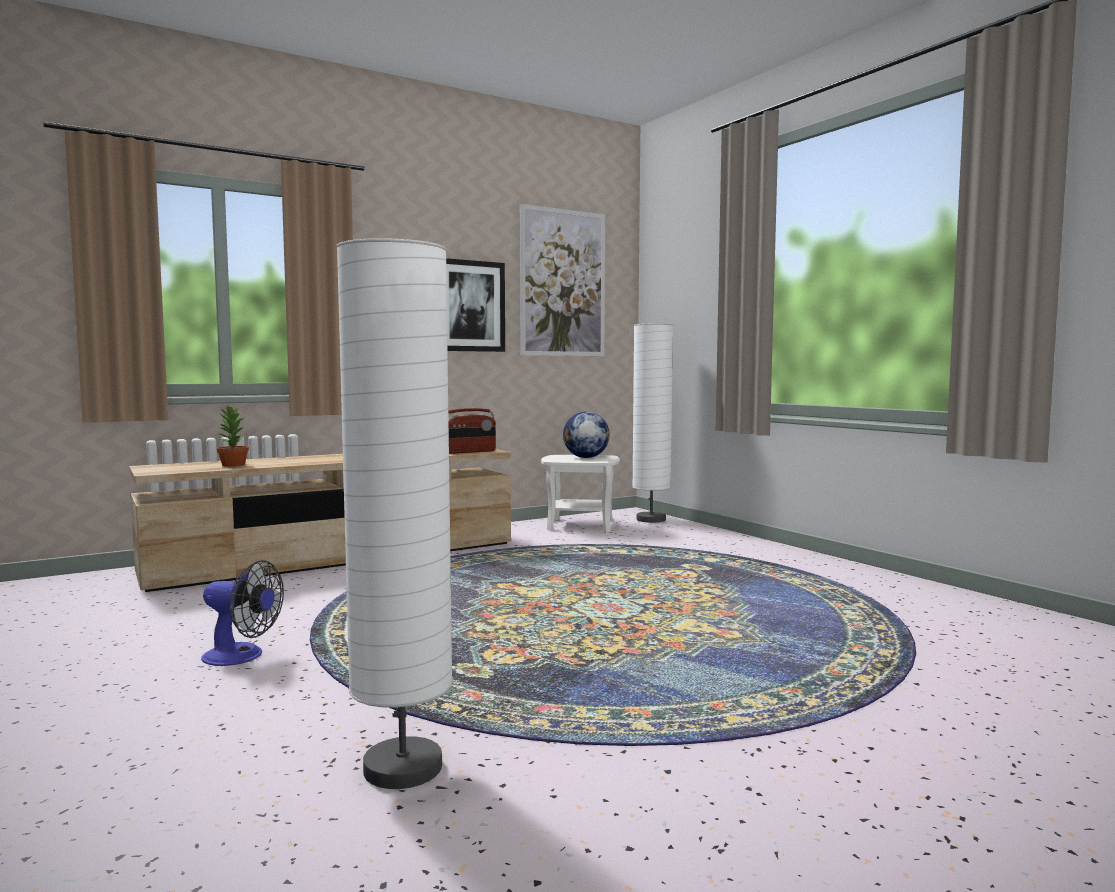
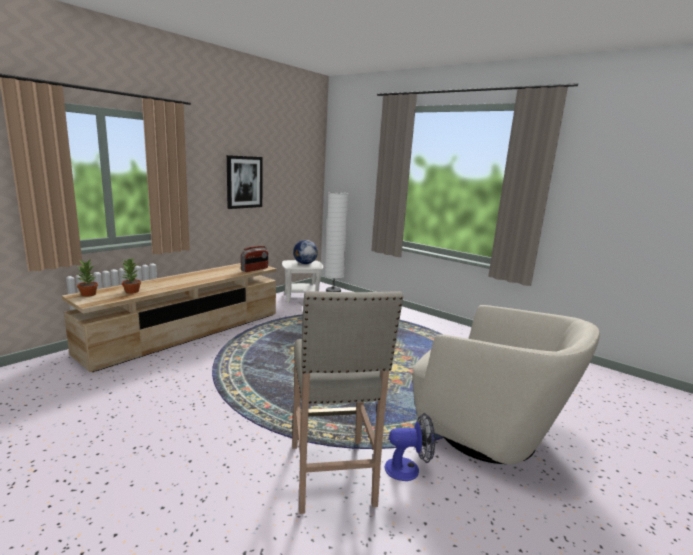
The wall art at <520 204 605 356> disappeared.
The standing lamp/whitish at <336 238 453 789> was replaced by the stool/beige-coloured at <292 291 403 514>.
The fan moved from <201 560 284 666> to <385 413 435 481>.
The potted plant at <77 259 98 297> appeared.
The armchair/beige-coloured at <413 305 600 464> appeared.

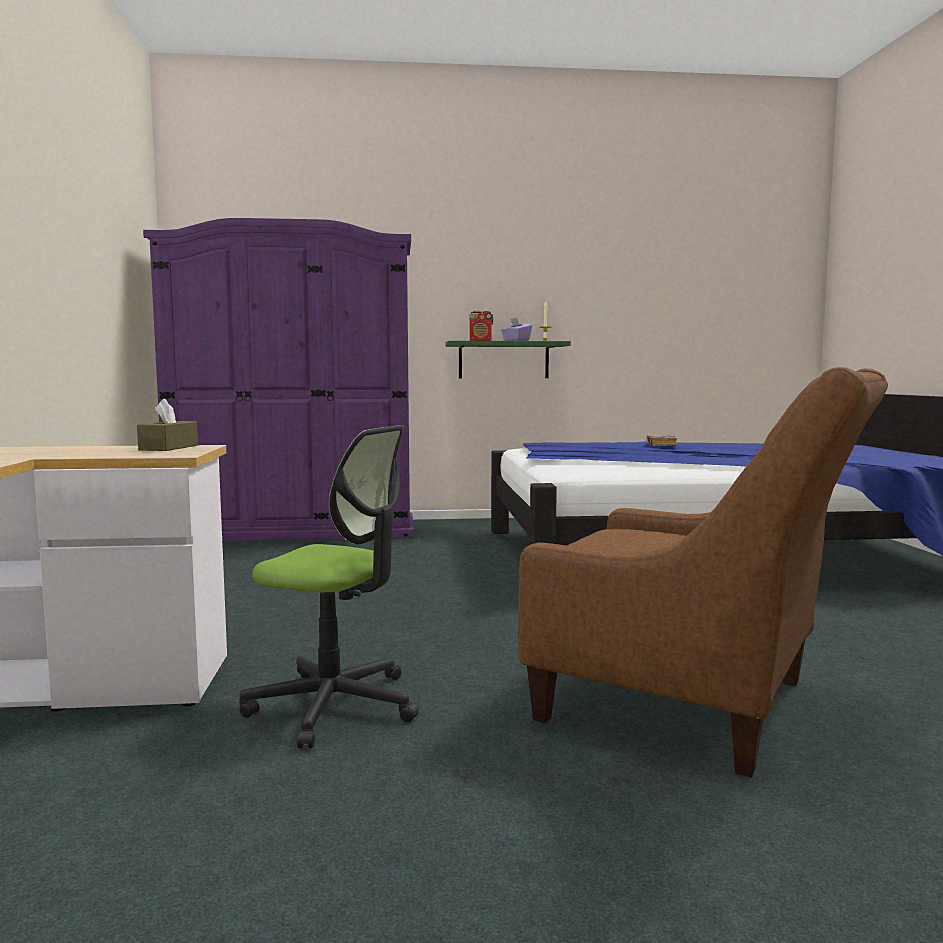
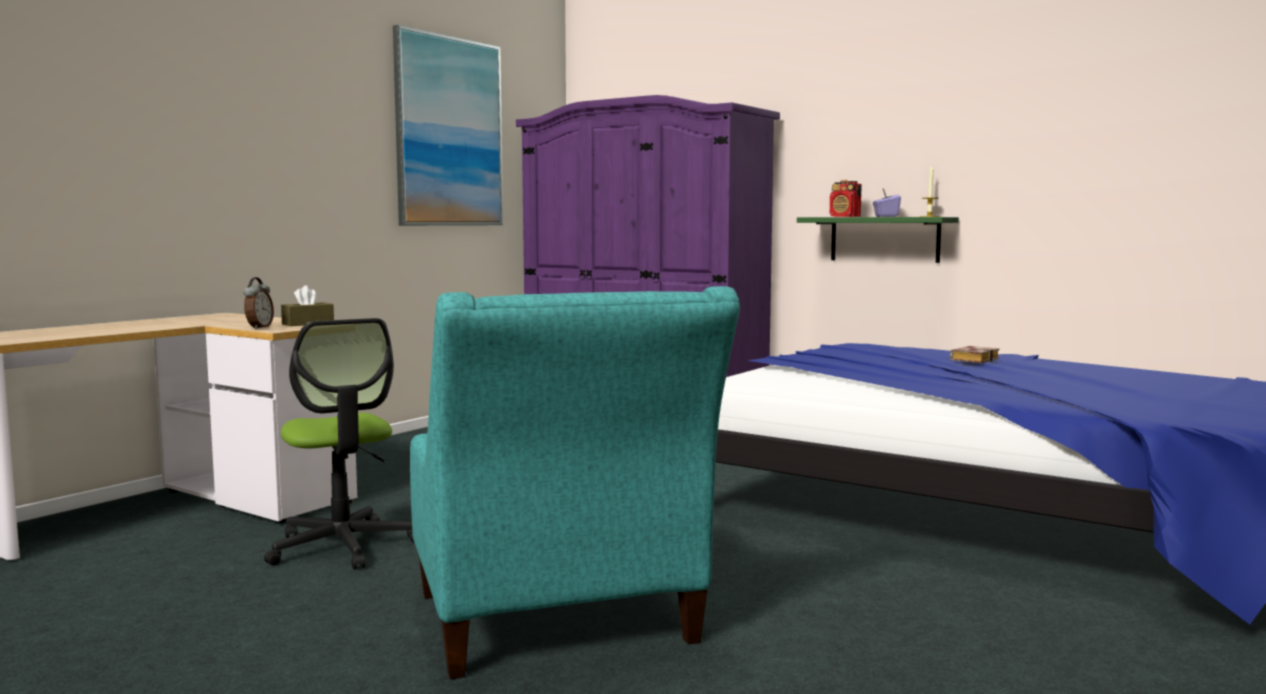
The armchair/brown at <518 367 888 777> became the armchair/turquoise-coloured at <410 286 740 679>.
The wall art at <393 25 503 226> appeared.
The table clock at <243 277 274 329> appeared.

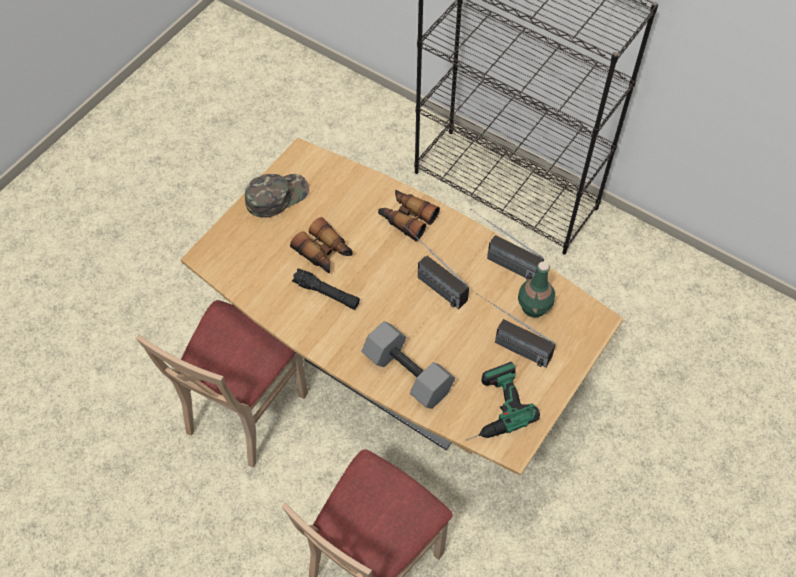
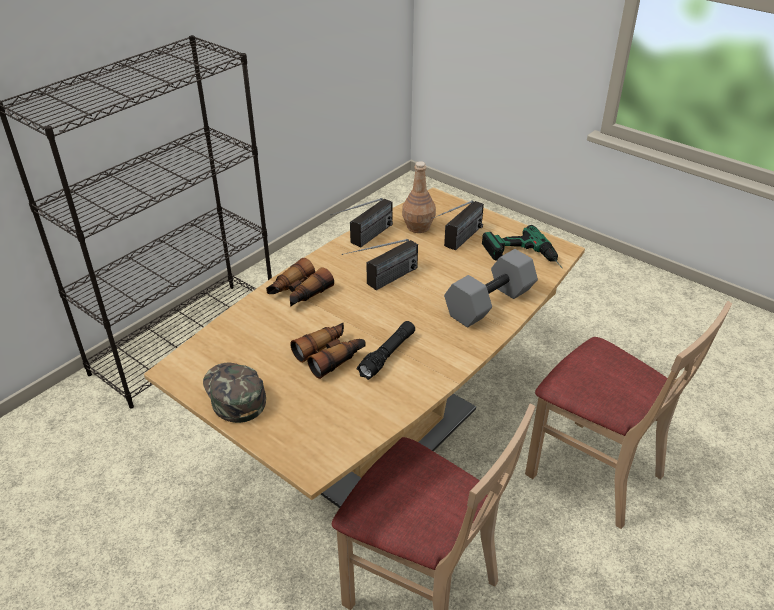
The beverage bottle/greenish at <518 261 555 318> became the beverage bottle/brown at <402 161 436 233>.

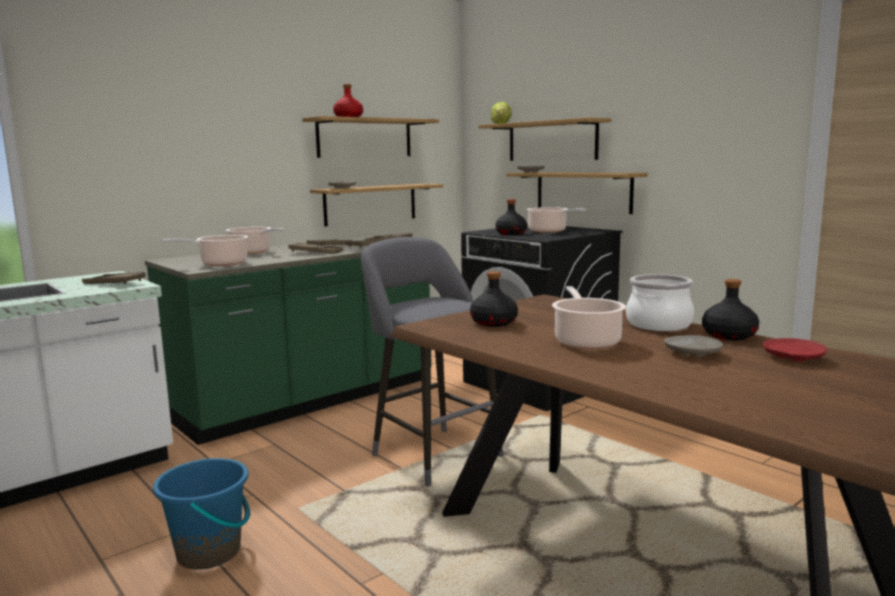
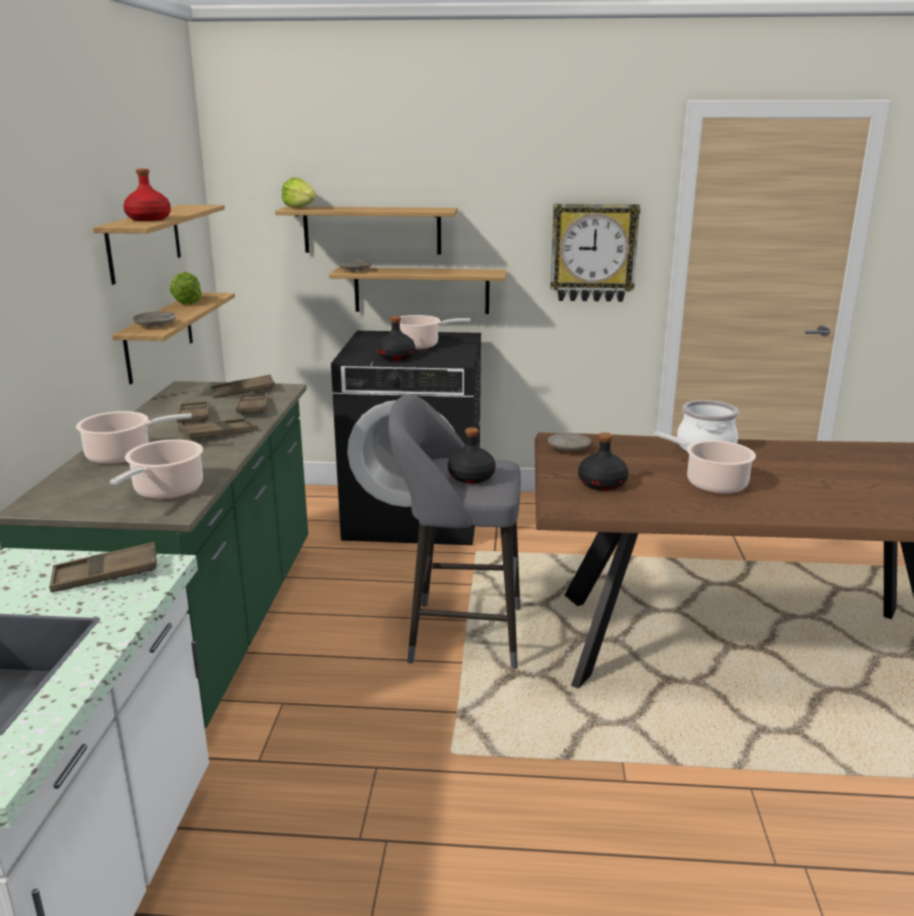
The beverage bottle/black-coloured moved from <702 279 759 340> to <448 427 496 484>.
The flat dish/beige-coloured moved from <664 335 723 357> to <548 433 591 452>.
The flat dish/red at <763 338 827 362> disappeared.
The bucket/blue at <153 458 250 570> disappeared.
The clock on the wall at <550 204 640 302> appeared.
The lettuce at <170 272 202 305> appeared.

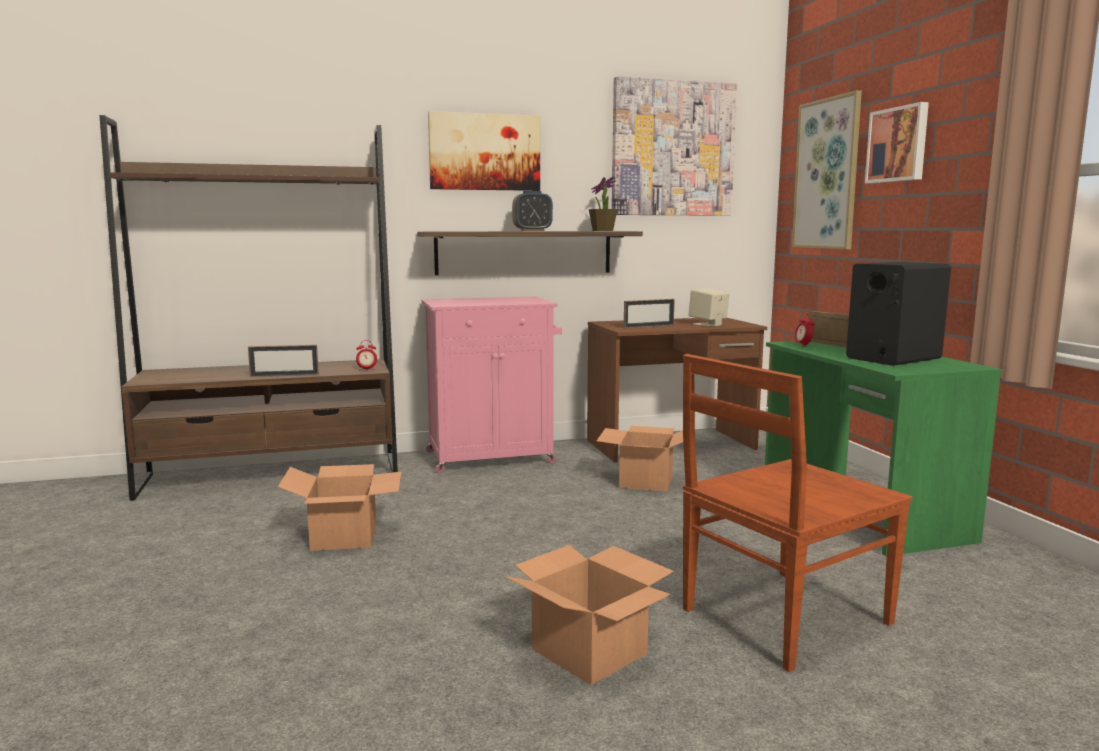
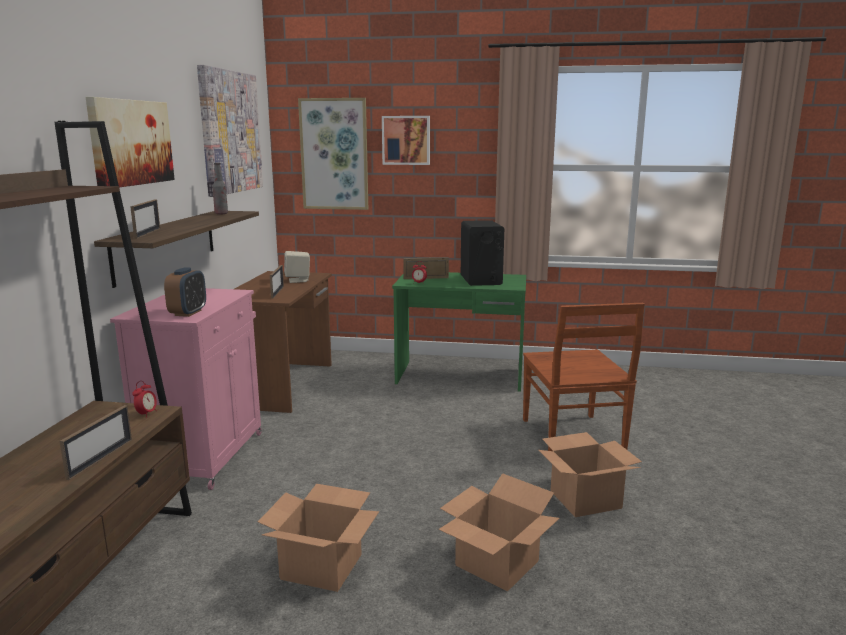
The potted plant at <589 177 617 231> was replaced by the beverage bottle at <212 163 228 214>.
The table clock moved from <512 191 553 231> to <164 267 206 317>.
The packing box moved from <597 426 683 492> to <439 473 560 591>.
The standing frame at <130 199 160 239> appeared.

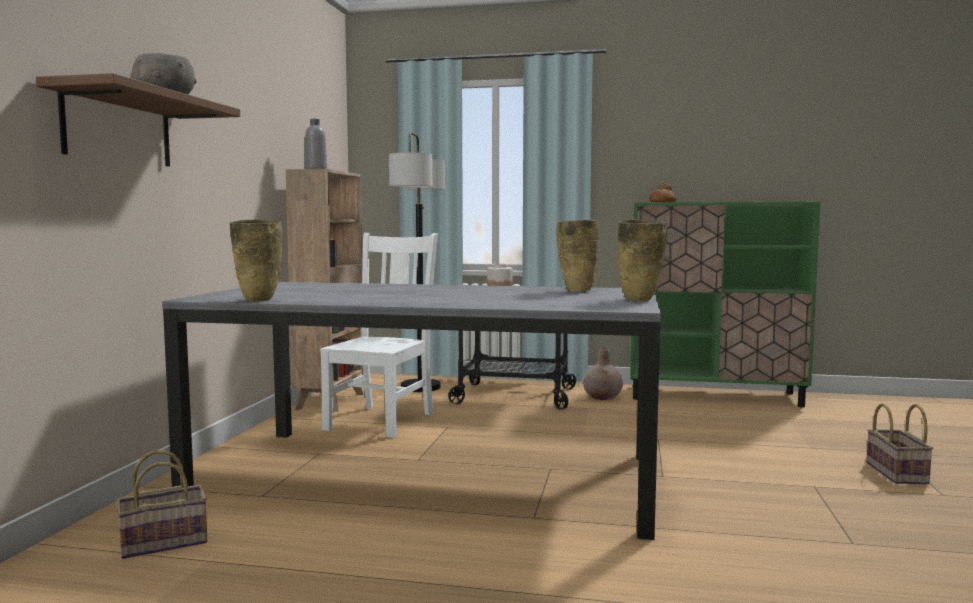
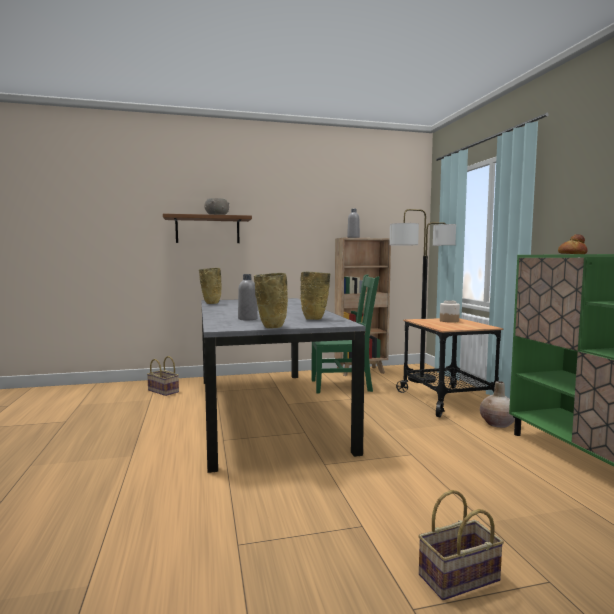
The plain chair/whitish at <320 233 438 438> became the plain chair/greenish at <312 274 379 393>.
The beverage bottle/greyish at <238 274 258 320> appeared.

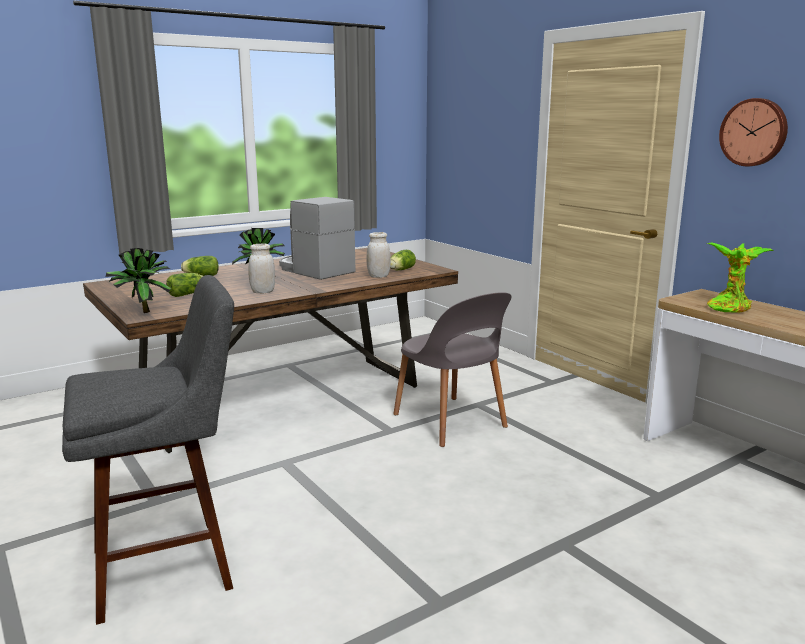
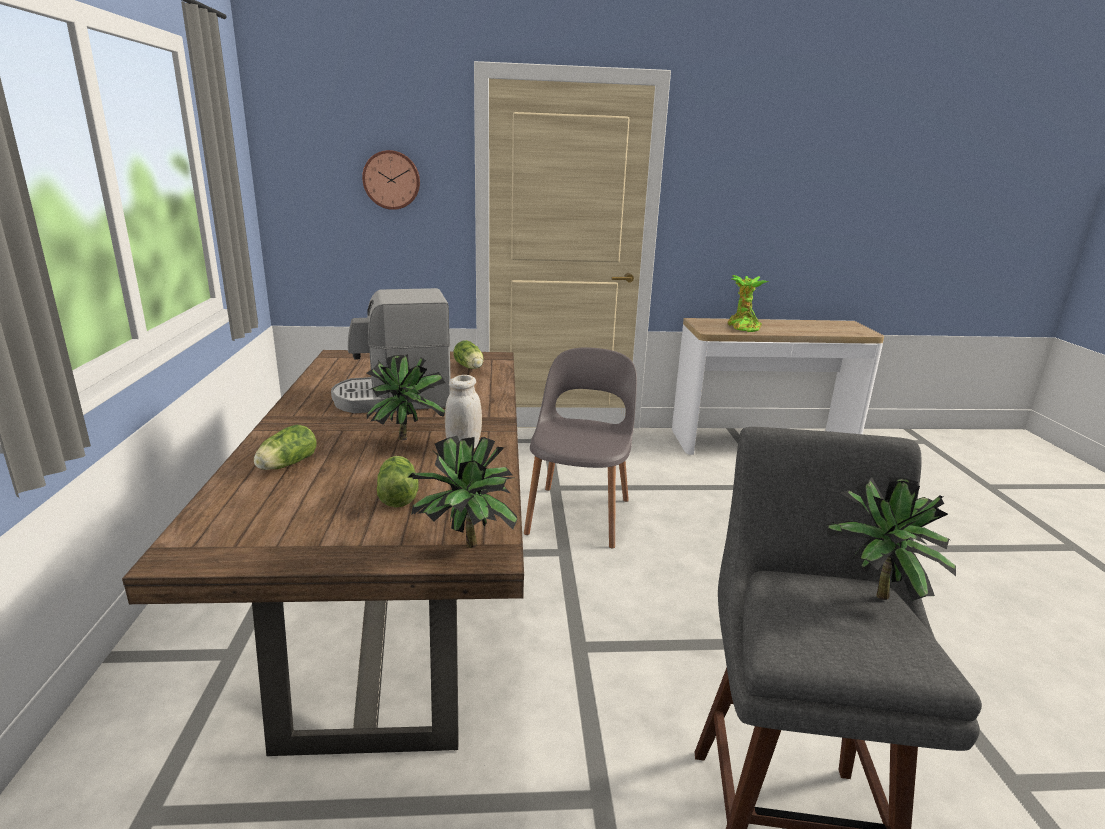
The clock on the wall moved from <719 98 788 166> to <362 150 420 210>.
The storage jar/whitish at <367 232 391 278> disappeared.
The plain chair/greyish at <393 292 512 447> turned 75 degrees counterclockwise.
The potted plant at <826 477 956 601> appeared.

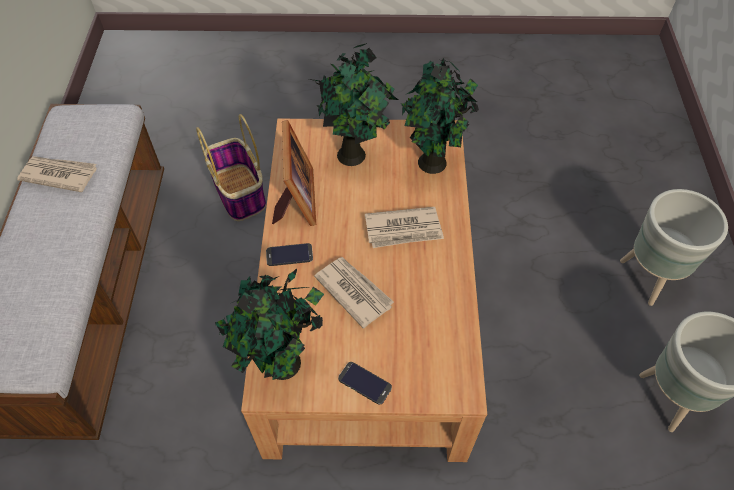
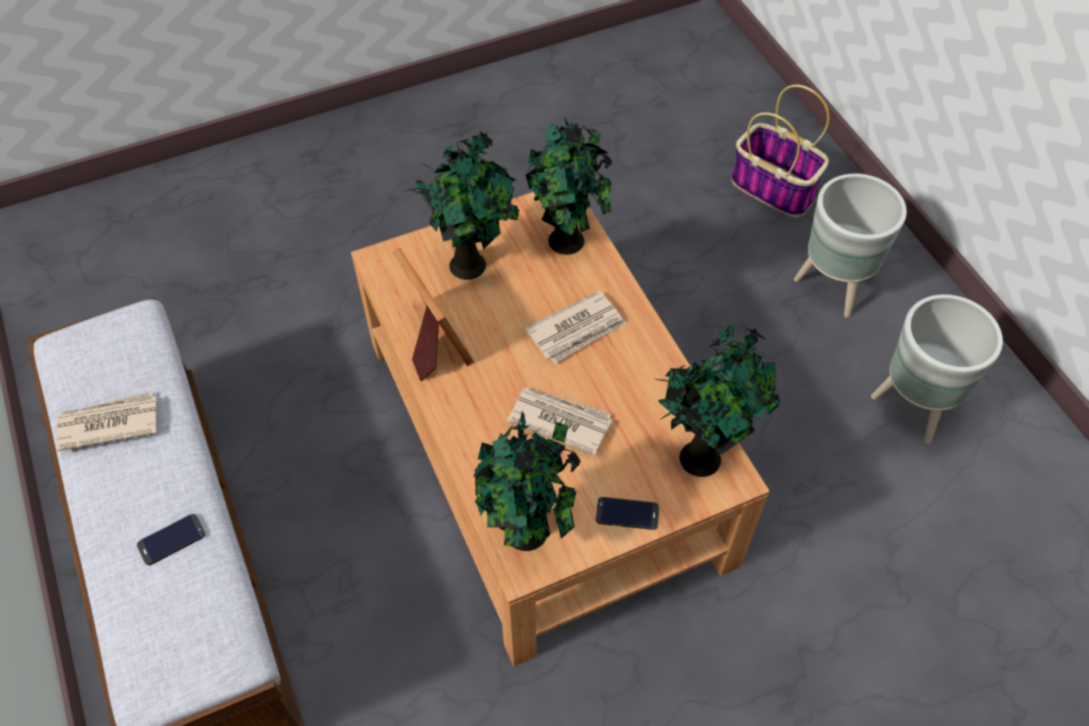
The household basket moved from <196 114 266 221> to <731 84 830 218>.
The telephone moved from <266 243 313 266> to <137 514 205 565>.
The potted plant at <657 324 781 477> appeared.

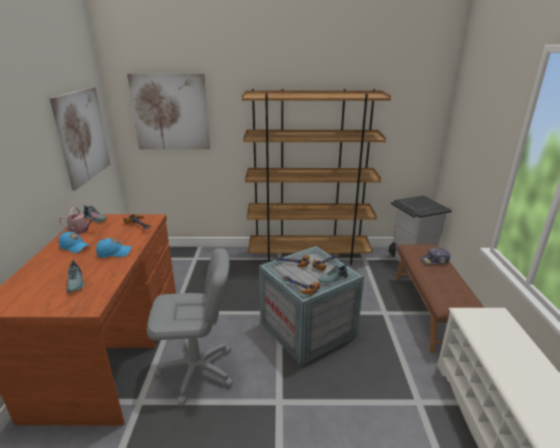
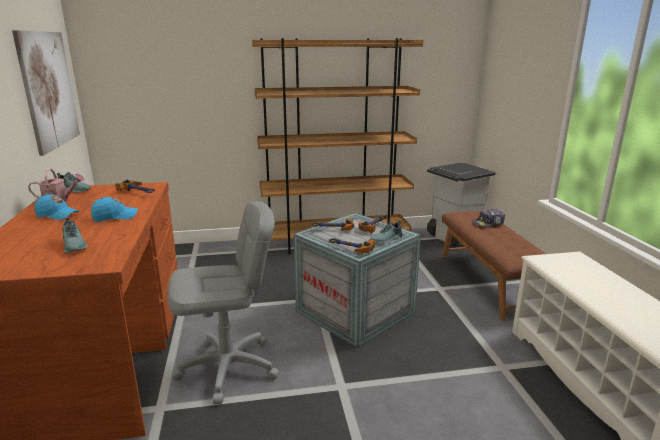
The wall art at <127 73 210 150> disappeared.

